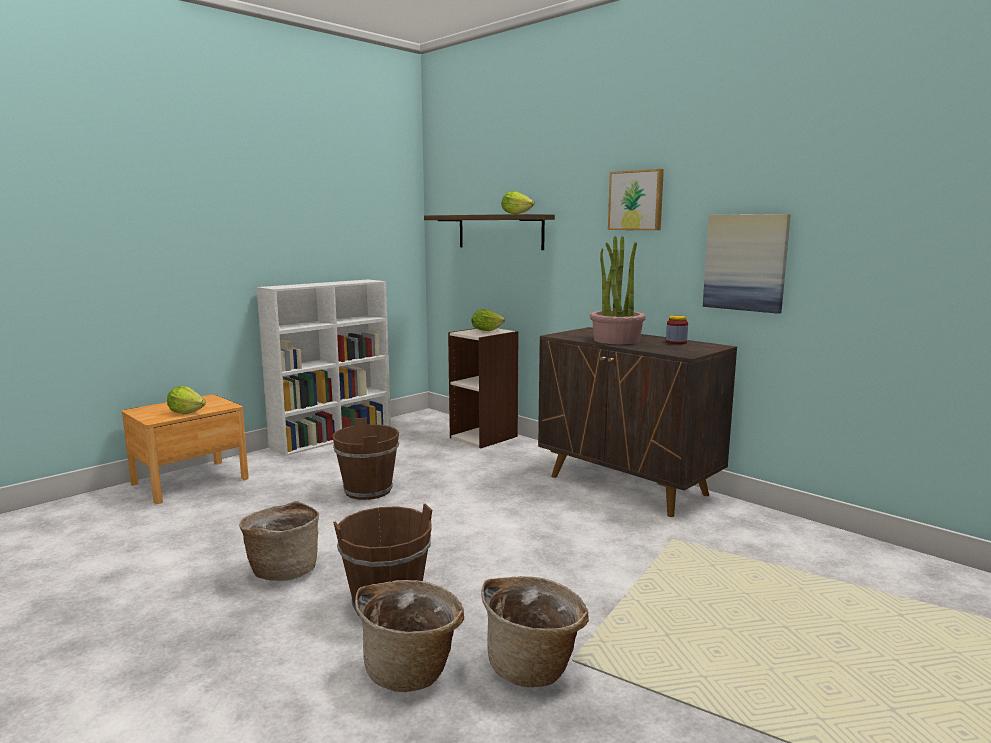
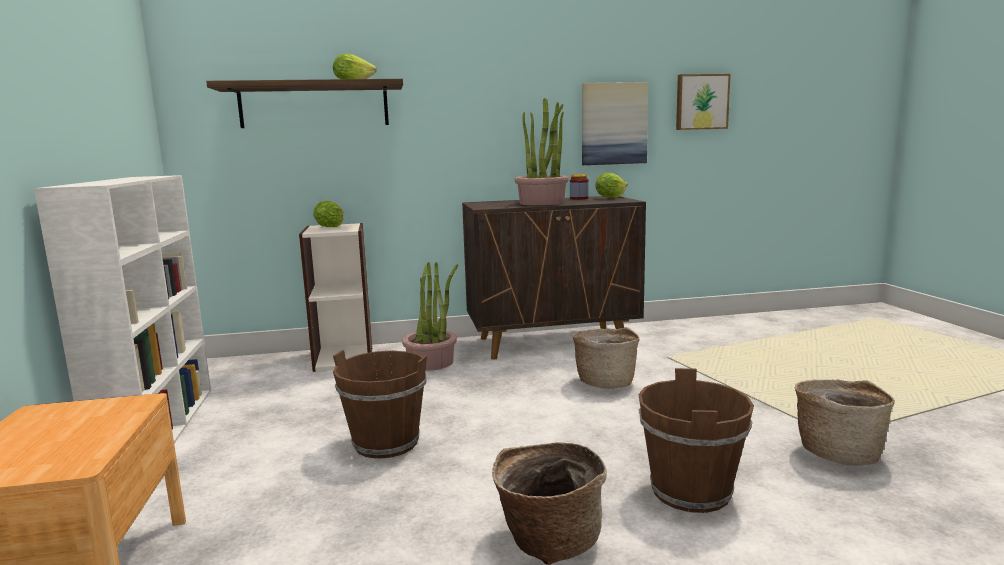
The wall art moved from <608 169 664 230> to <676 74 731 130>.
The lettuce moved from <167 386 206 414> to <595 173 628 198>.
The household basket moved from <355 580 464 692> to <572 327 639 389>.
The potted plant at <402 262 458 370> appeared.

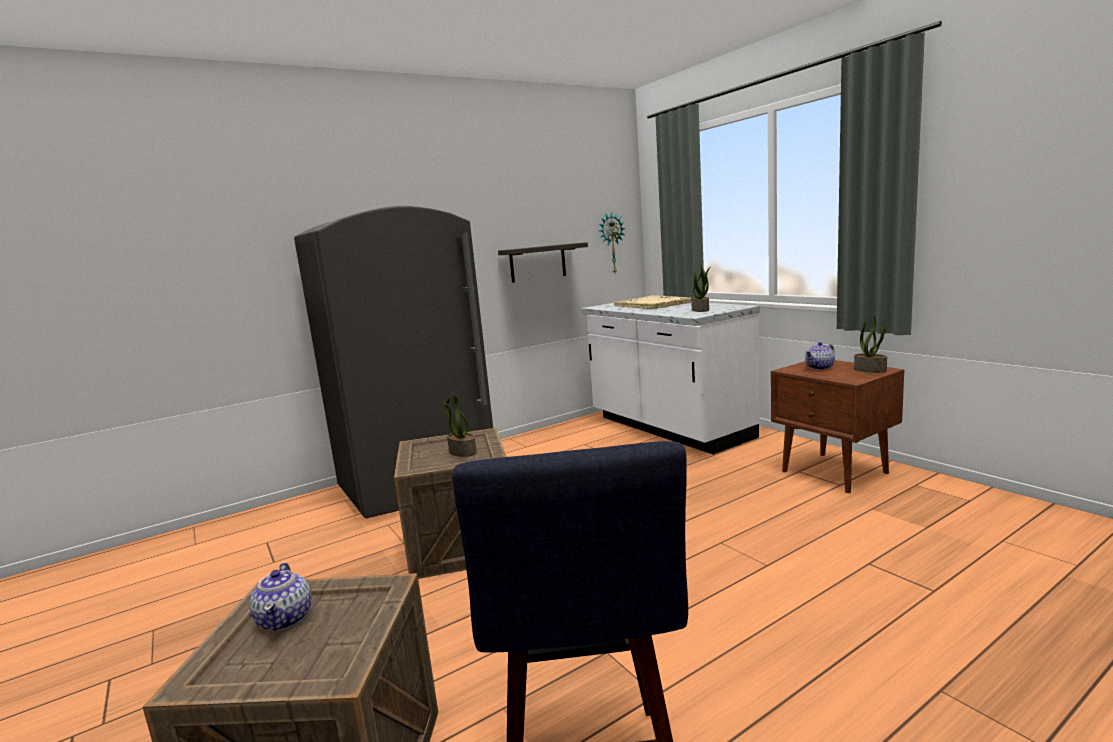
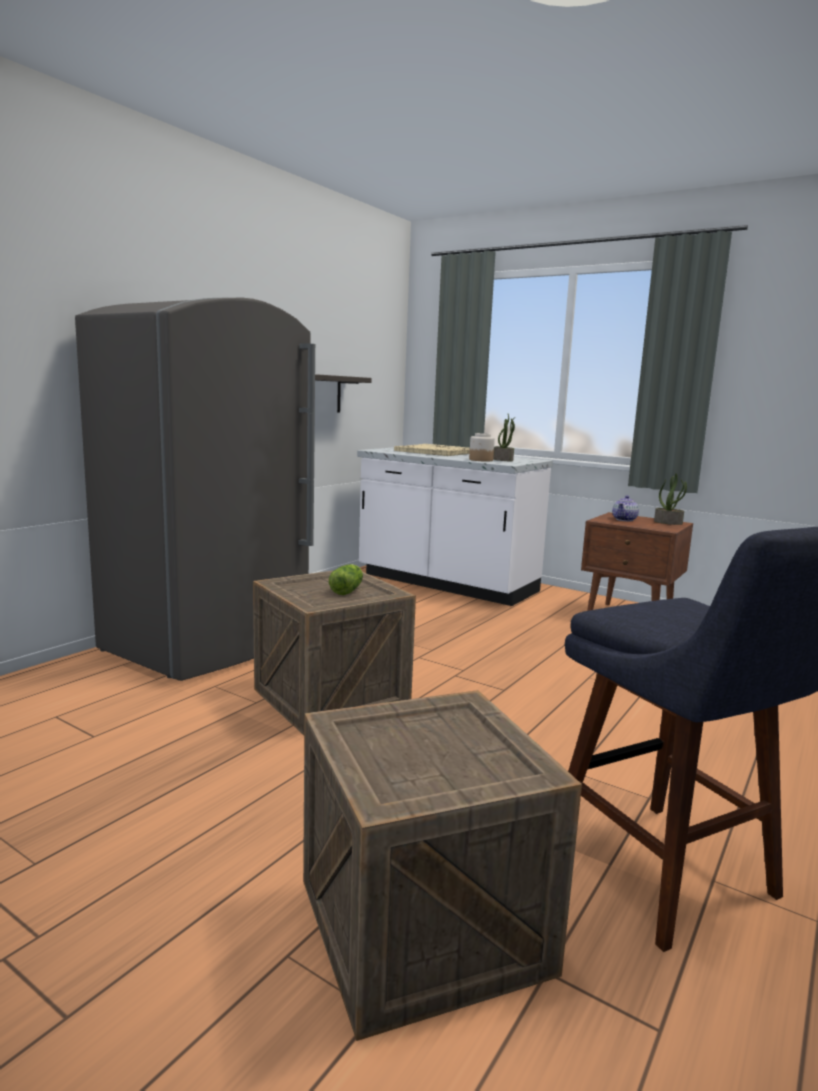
The clock on the wall at <599 212 626 273> disappeared.
The potted plant at <443 392 477 457> was replaced by the lettuce at <329 564 363 595>.
The tea pot at <250 563 311 631> disappeared.
The storage jar at <469 433 495 461> appeared.

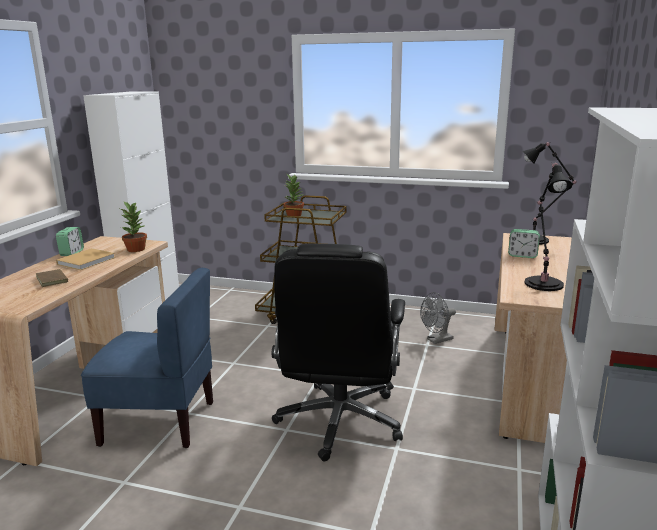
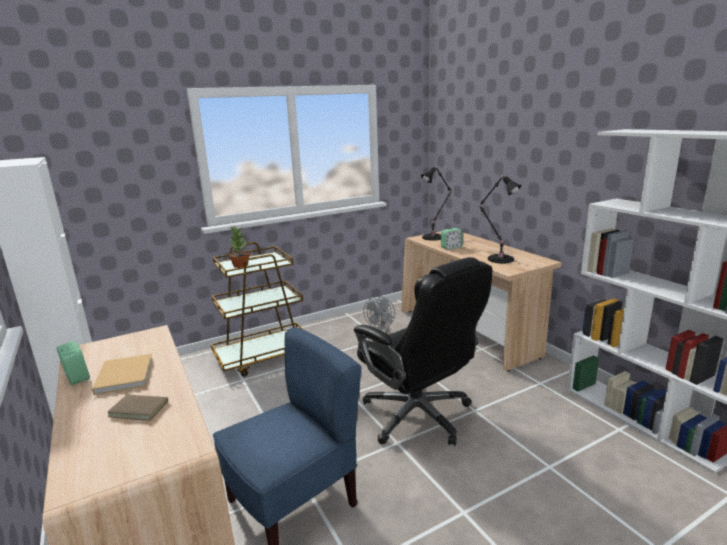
The potted plant at <121 202 147 252> disappeared.

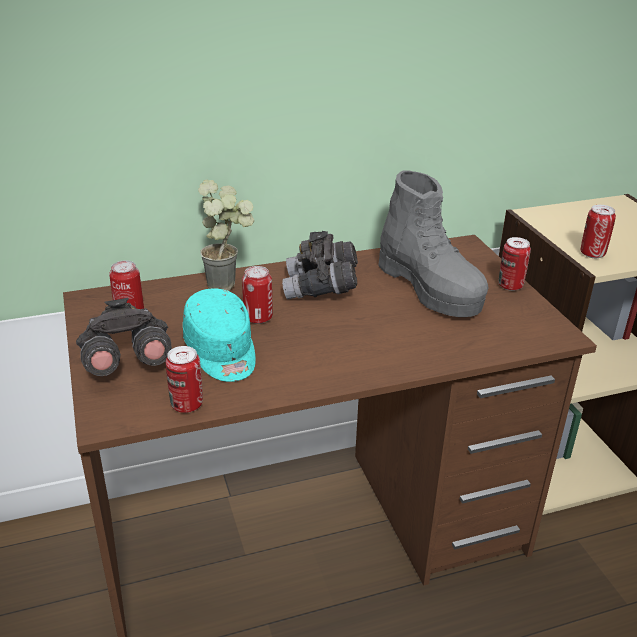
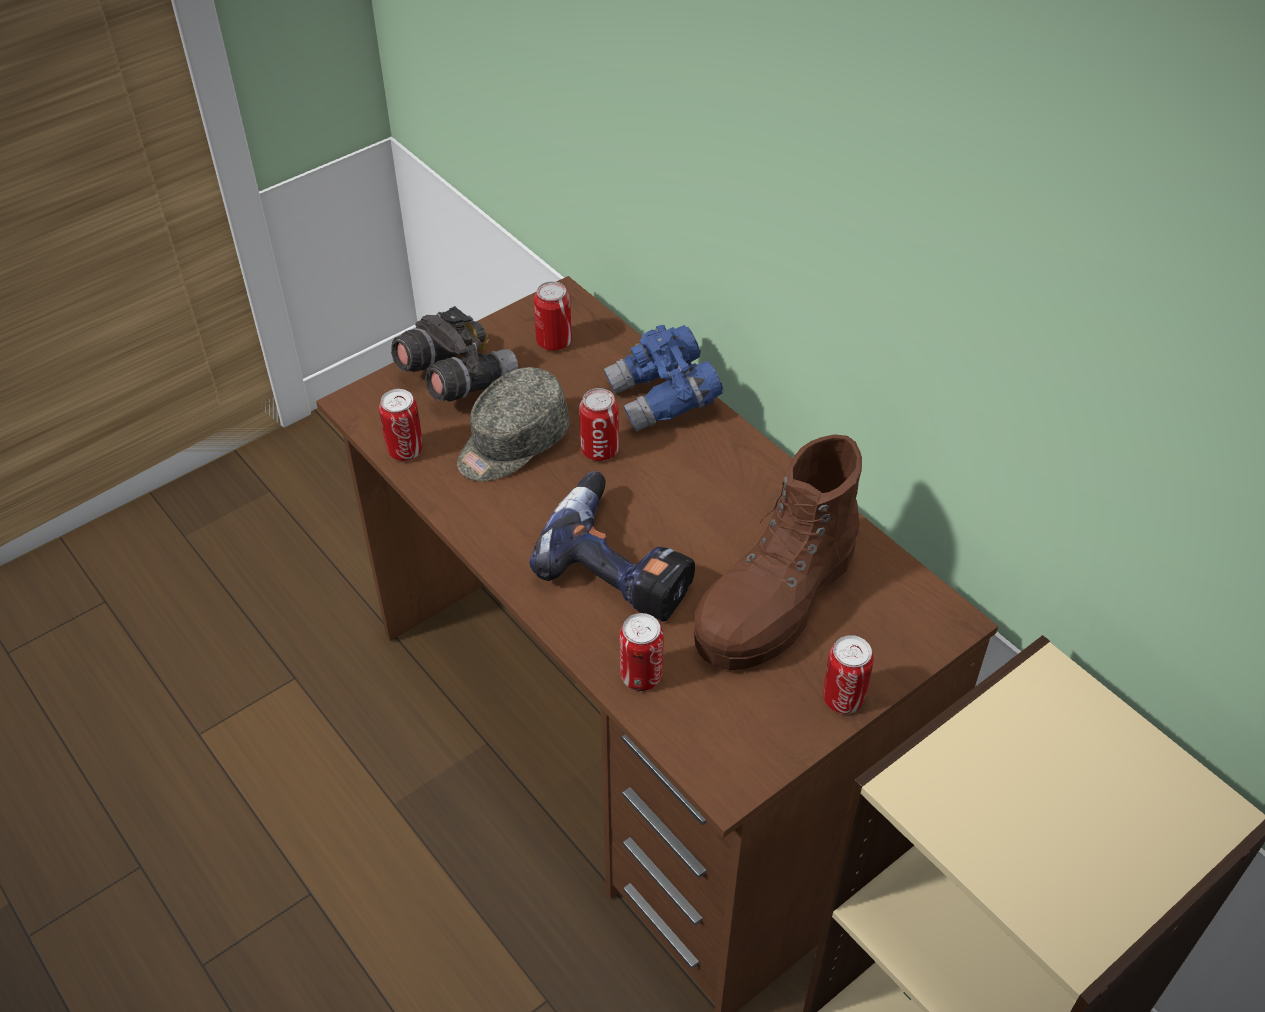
The tall boot/greyish at <378 170 489 317> became the tall boot/brown at <694 434 862 670>.
The potted plant at <198 180 254 291> was replaced by the pair of binoculars/blue at <604 325 723 432>.
The can moved from <581 205 616 258> to <619 613 663 691>.
The pair of binoculars/greyish at <282 231 358 299> disappeared.
The baseball cap/turquoise-coloured at <183 288 256 382> became the baseball cap/greyish at <457 367 569 481>.
The power drill at <529 471 695 621> appeared.

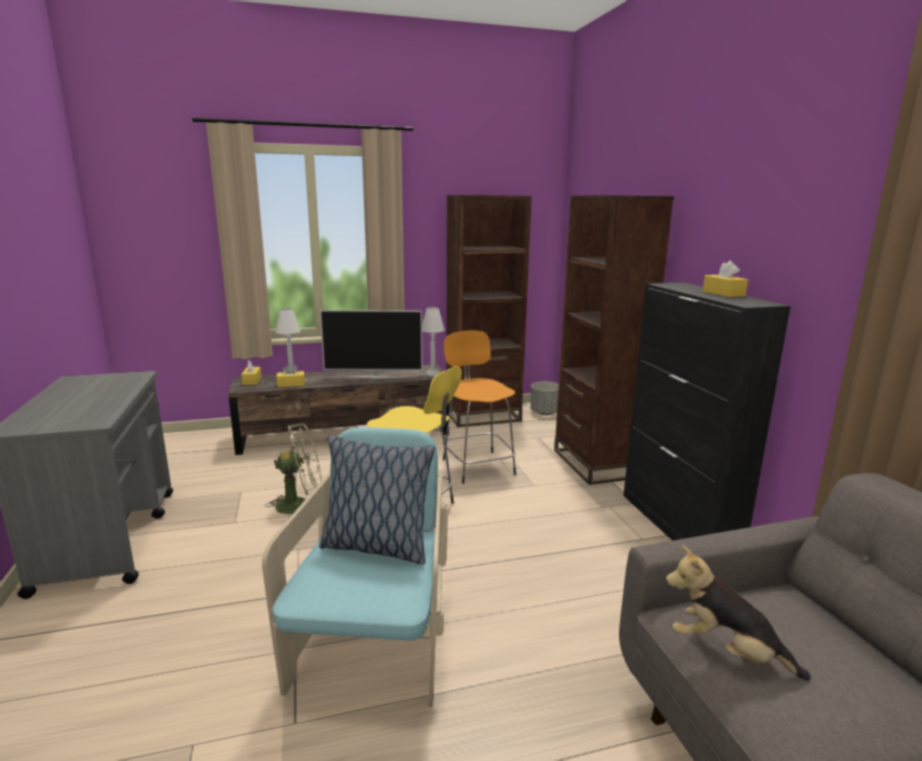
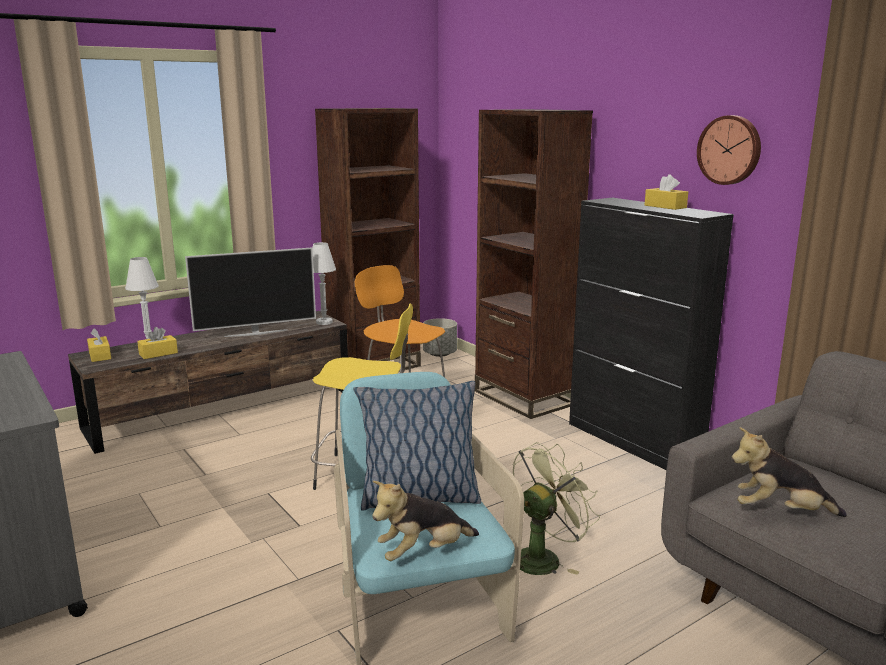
The fan/greenish moved from <265 423 322 514> to <513 442 600 575>.
The clock on the wall at <697 115 761 185> appeared.
The cuddly toy at <373 481 479 561> appeared.

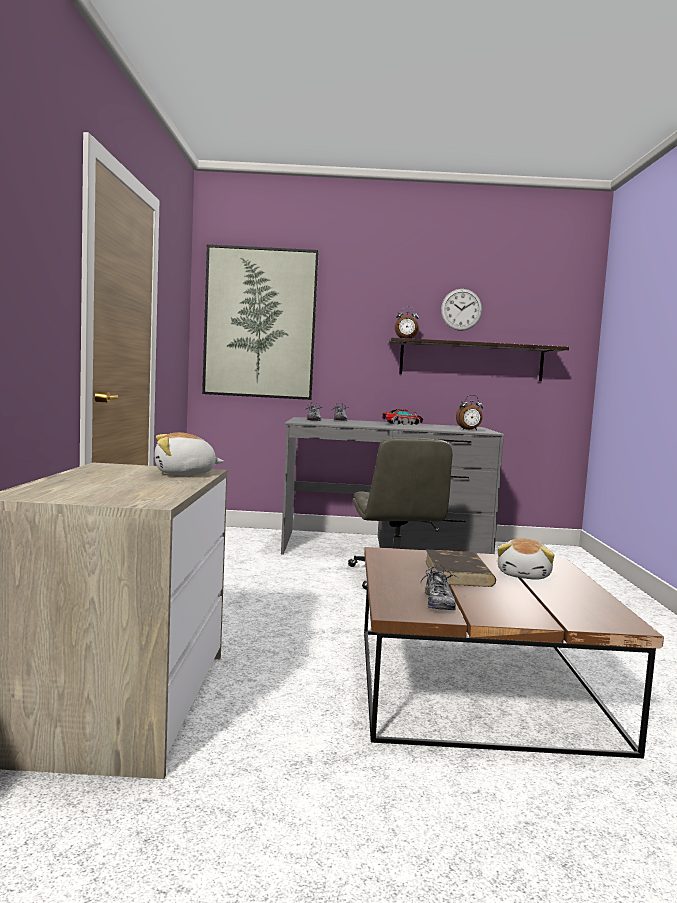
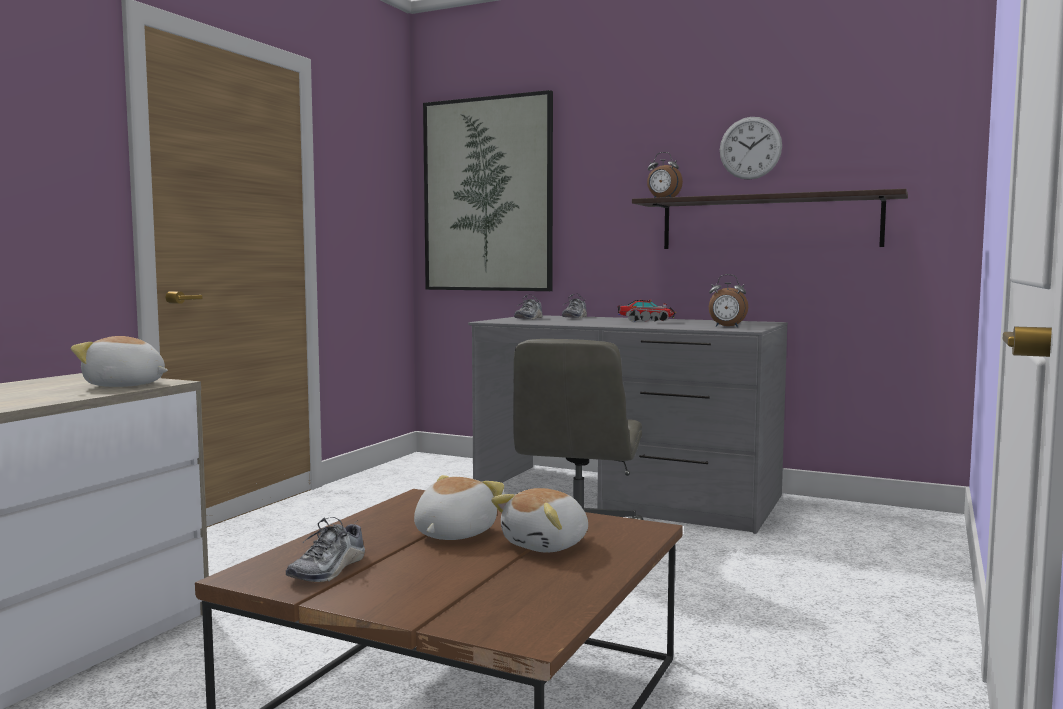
The book/brown at <425 550 496 587> was replaced by the cuddly toy at <414 475 504 540>.

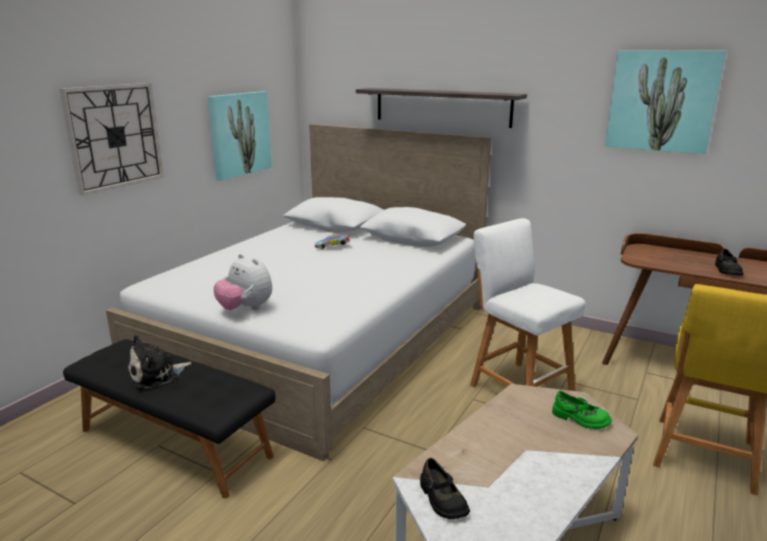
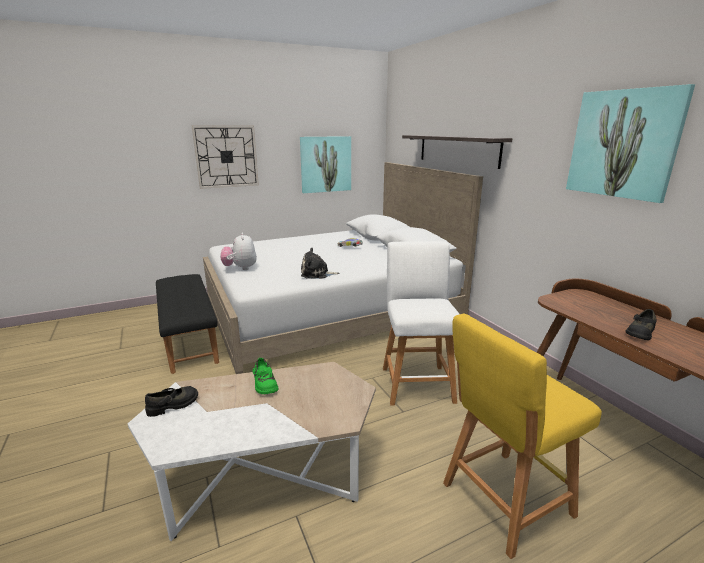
The cuddly toy moved from <128 334 192 388> to <301 248 339 279>.
The shoe/greenish moved from <552 391 612 429> to <253 358 279 394>.
The shoe/black-coloured at <420 458 470 519> turned 135 degrees counterclockwise.

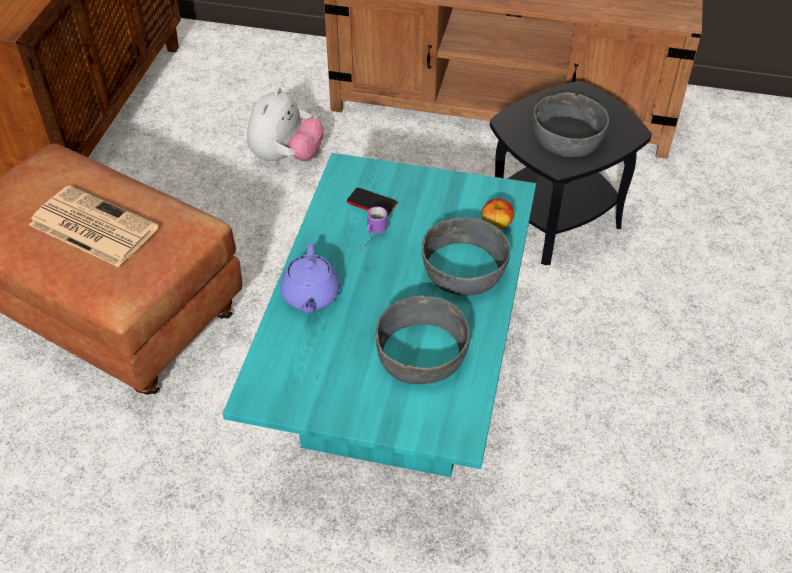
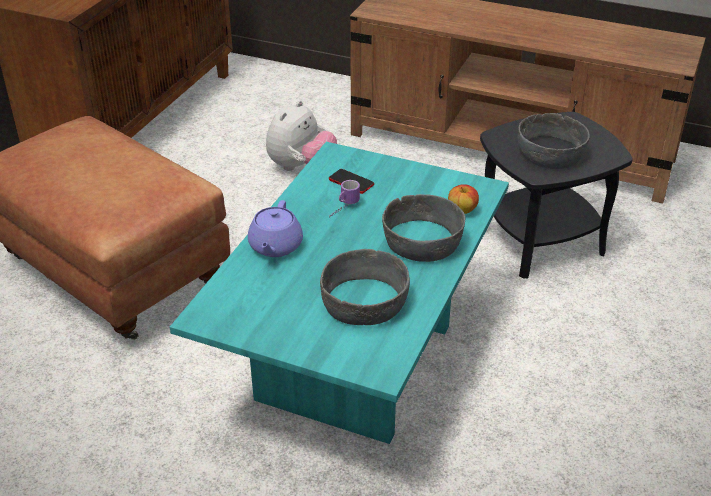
The printed paper at <29 185 159 267> disappeared.

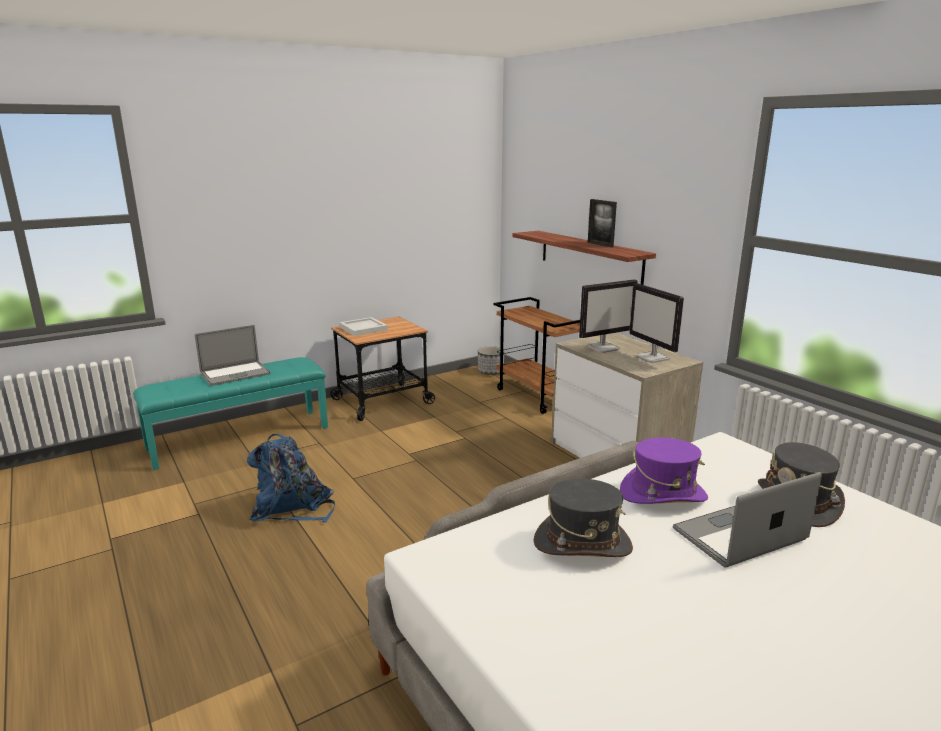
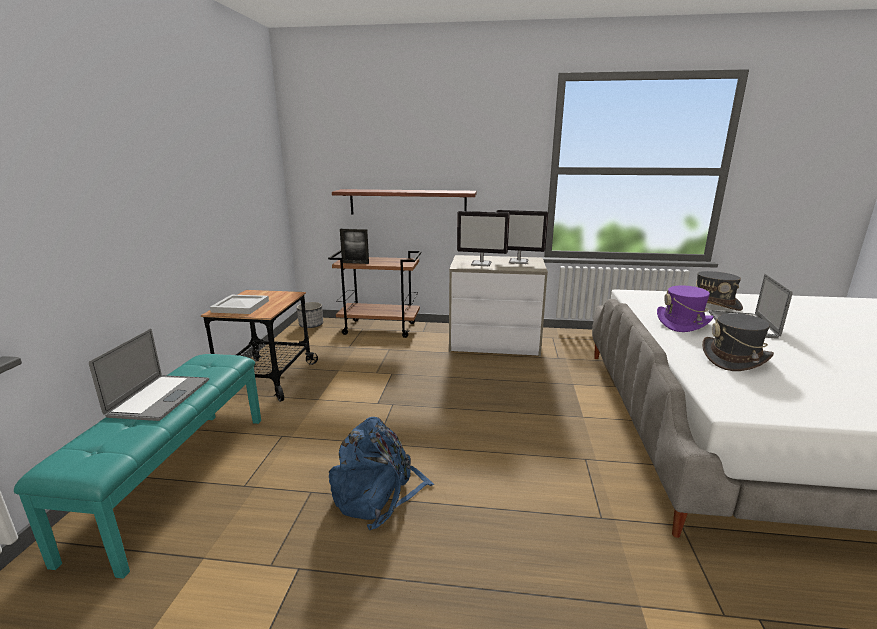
The standing frame moved from <588 199 617 248> to <340 228 369 264>.
The monitor at <579 279 638 353> turned 90 degrees clockwise.

